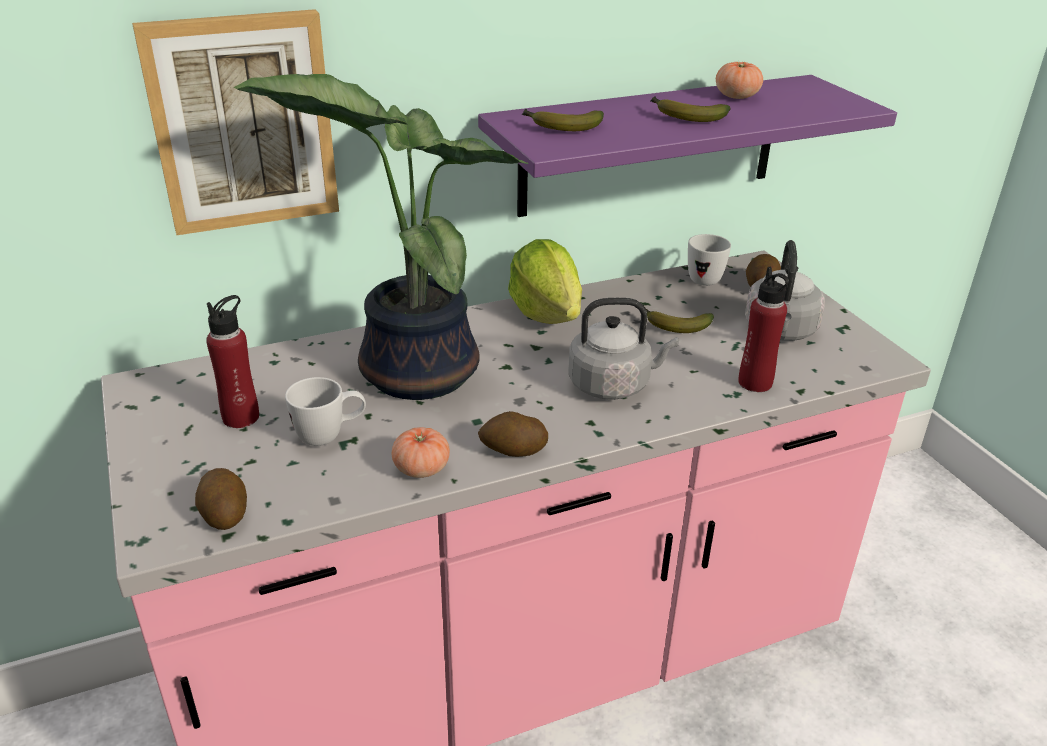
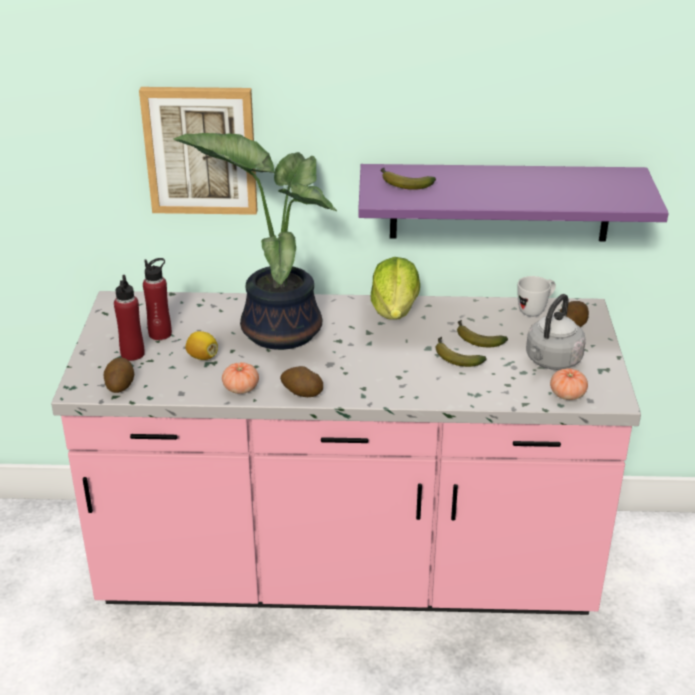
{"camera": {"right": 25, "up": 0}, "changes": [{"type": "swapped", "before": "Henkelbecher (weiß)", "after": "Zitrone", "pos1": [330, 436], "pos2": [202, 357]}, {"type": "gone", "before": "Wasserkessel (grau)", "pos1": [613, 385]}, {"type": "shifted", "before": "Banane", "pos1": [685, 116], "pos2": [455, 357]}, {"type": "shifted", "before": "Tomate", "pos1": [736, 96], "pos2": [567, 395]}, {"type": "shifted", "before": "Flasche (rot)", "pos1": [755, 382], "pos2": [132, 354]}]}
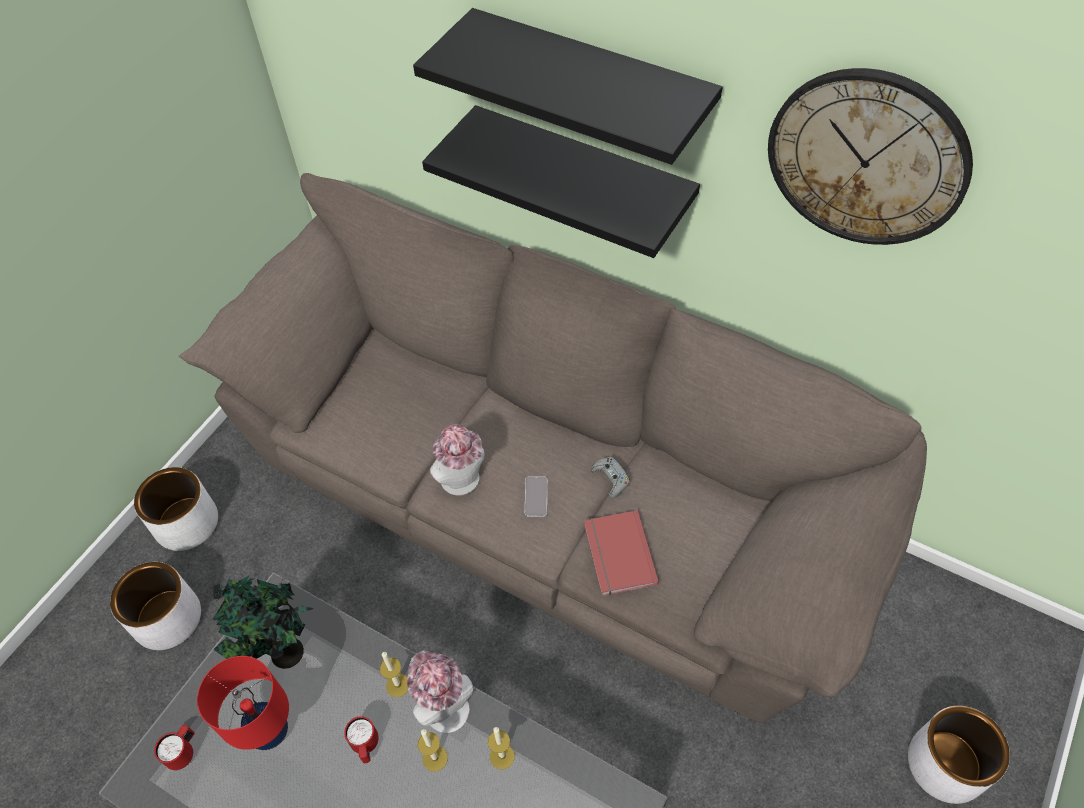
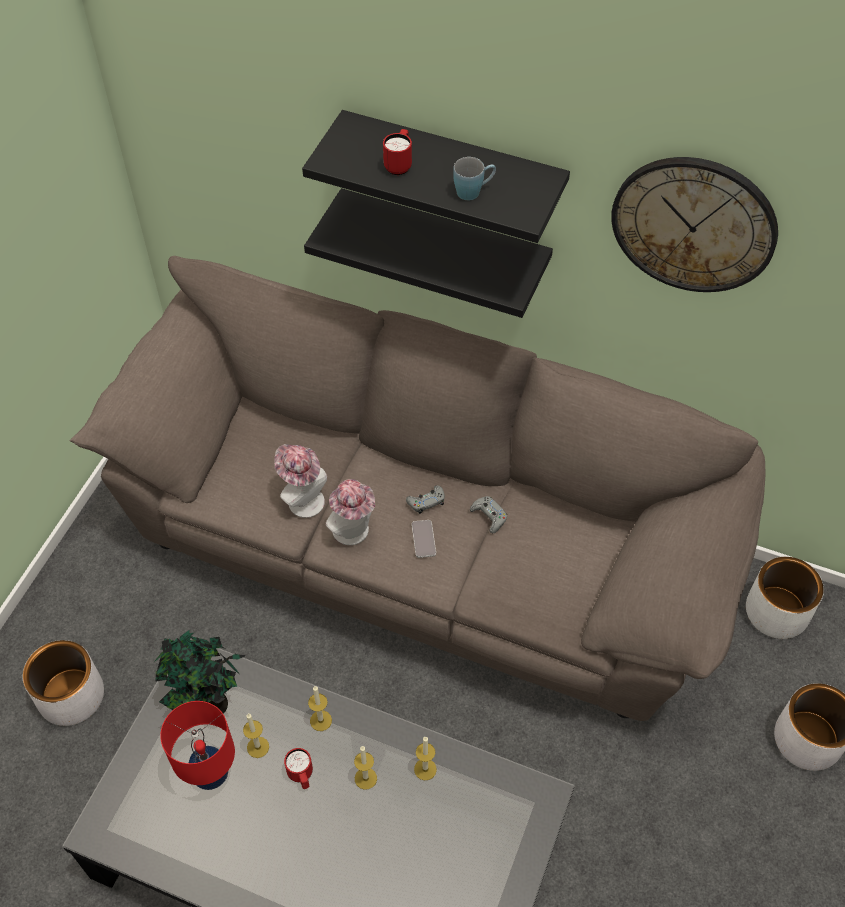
{"camera": {"right": -10, "up": 0}, "changes": [{"type": "shifted", "before": "Pflanzkübel (weiß)", "pos1": [187, 523], "pos2": [776, 611]}, {"type": "shifted", "before": "Henkelbecher (rot)", "pos1": [184, 752], "pos2": [399, 164]}, {"type": "shifted", "before": "Hut", "pos1": [443, 706], "pos2": [302, 499]}, {"type": "gone", "before": "Buch (rot)", "pos1": [617, 555]}, {"type": "new", "after": "Kerze", "pos2": [258, 747]}, {"type": "new", "after": "Gamepad (grau)", "pos2": [426, 502]}, {"type": "new", "after": "Henkelbecher (blau)", "pos2": [473, 191]}]}
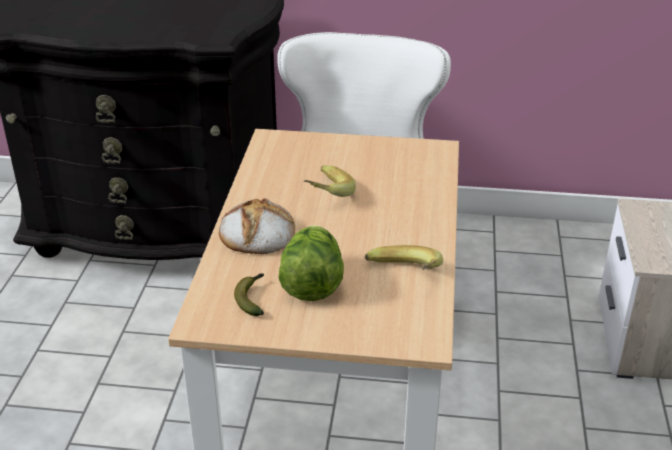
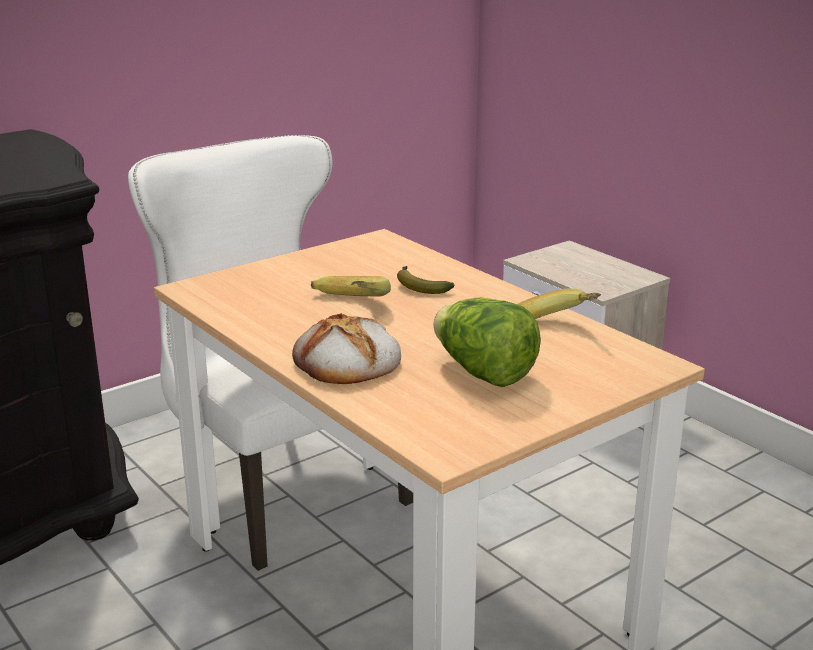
{"camera": {"right": -45, "up": -10}, "changes": [{"type": "shifted", "before": "Banane", "pos1": [252, 298], "pos2": [419, 286]}]}
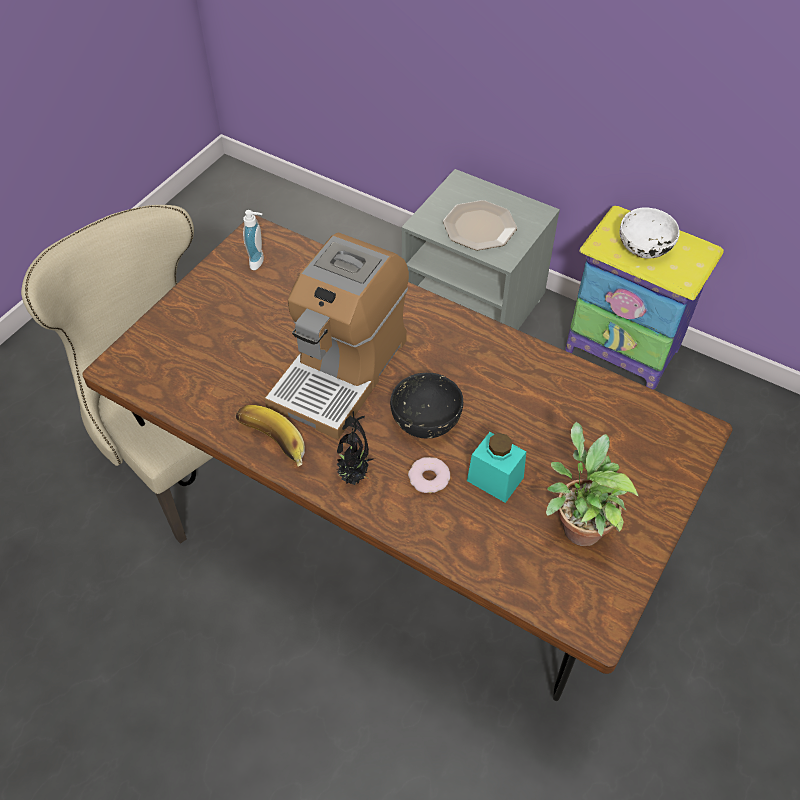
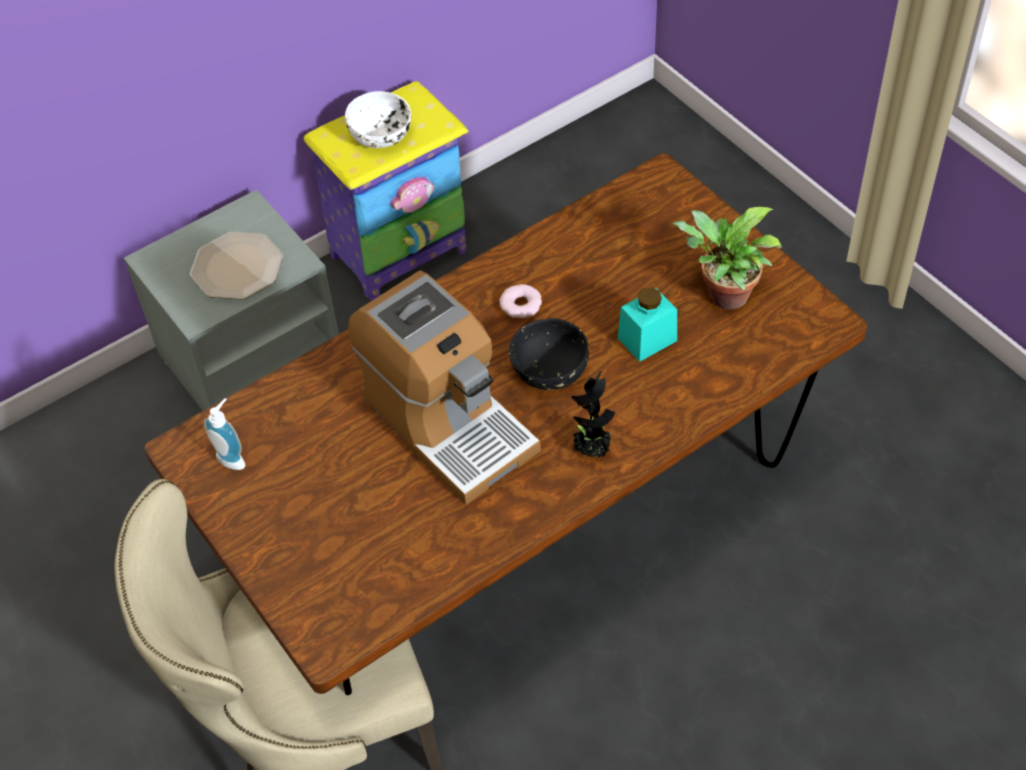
{"camera": {"right": -65, "up": 0}, "changes": [{"type": "gone", "before": "Banane", "pos1": [270, 445]}, {"type": "shifted", "before": "Donut", "pos1": [429, 478], "pos2": [521, 305]}]}
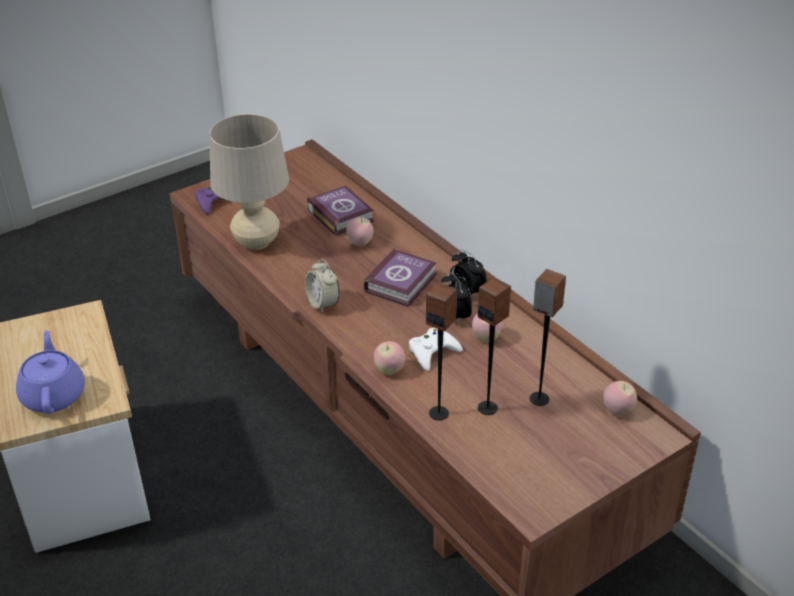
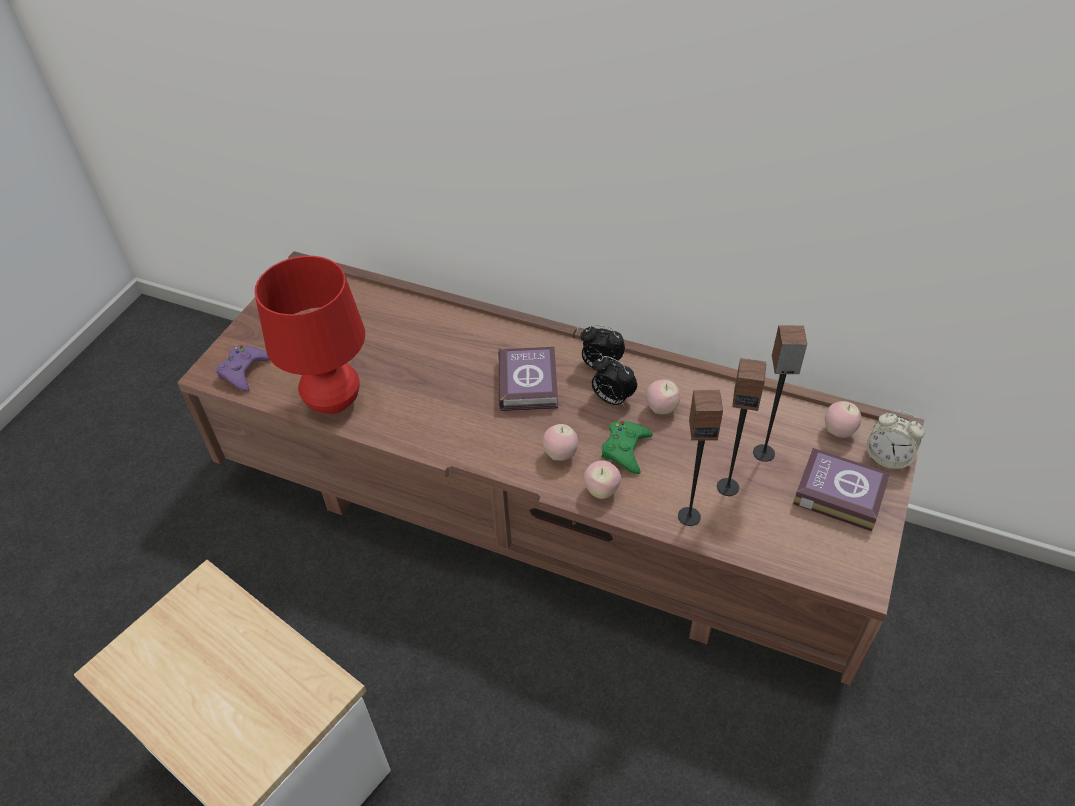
{"camera": {"right": -30, "up": 10}, "changes": [{"type": "gone", "before": "Teekanne (lila)", "pos1": [54, 395]}, {"type": "repainted", "before": "Tischlampe (beige)", "after": "Tischlampe (rot)", "pos1": [256, 242], "pos2": [333, 402]}, {"type": "shifted", "before": "Wecker", "pos1": [323, 304], "pos2": [887, 457]}, {"type": "shifted", "before": "Buch", "pos1": [341, 214], "pos2": [837, 492]}, {"type": "shifted", "before": "Apfel", "pos1": [360, 243], "pos2": [560, 454]}, {"type": "repainted", "before": "Gamepad (weiß)", "after": "Gamepad (grün)", "pos1": [433, 352], "pos2": [625, 449]}]}
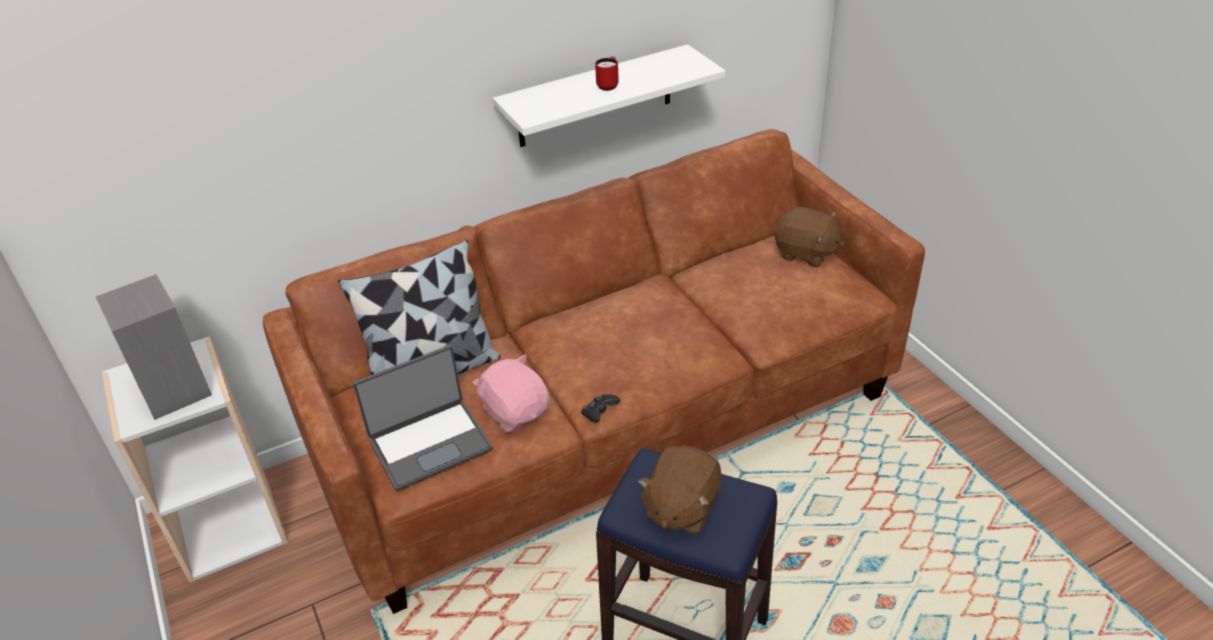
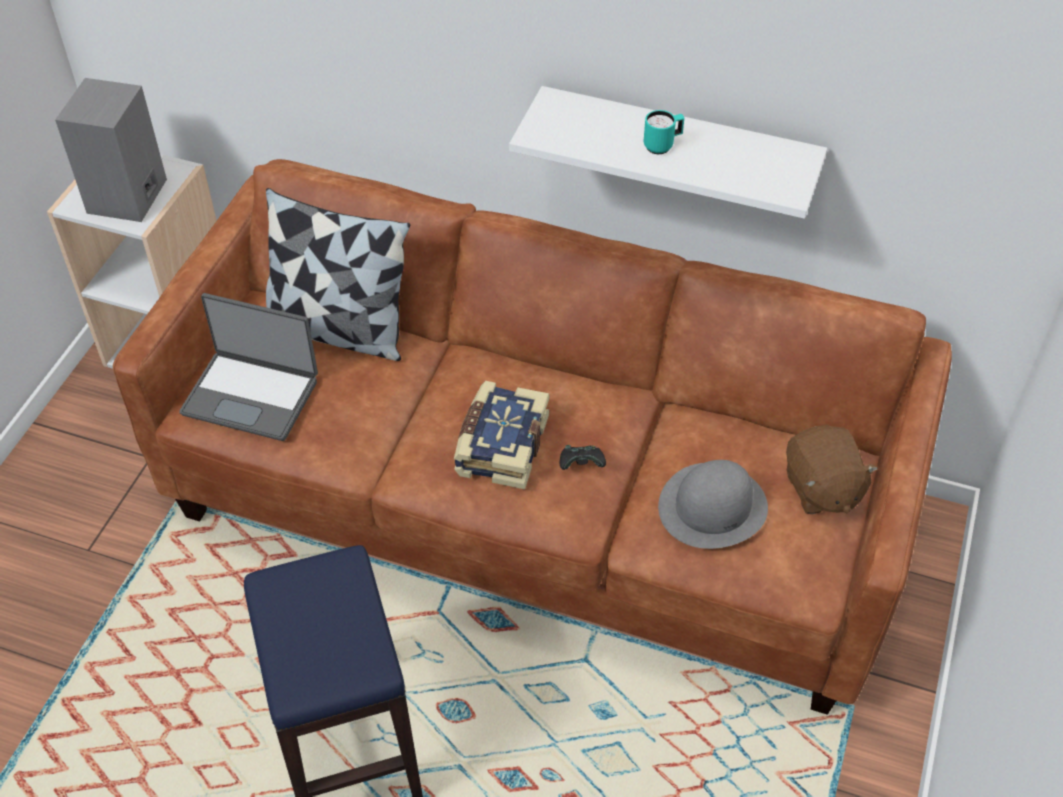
{"camera": {"right": 45, "up": 10}, "changes": [{"type": "gone", "before": "Plüschtier (rosa)", "pos1": [516, 411]}, {"type": "shifted", "before": "Gamepad (schwarz)", "pos1": [599, 414], "pos2": [581, 464]}, {"type": "repainted", "before": "Henkelbecher (rot)", "after": "Henkelbecher (türkis)", "pos1": [608, 85], "pos2": [662, 145]}, {"type": "gone", "before": "Plüschtier (braun)", "pos1": [681, 508]}, {"type": "new", "after": "Buch", "pos2": [500, 445]}, {"type": "new", "after": "Hut (grau)", "pos2": [713, 506]}]}
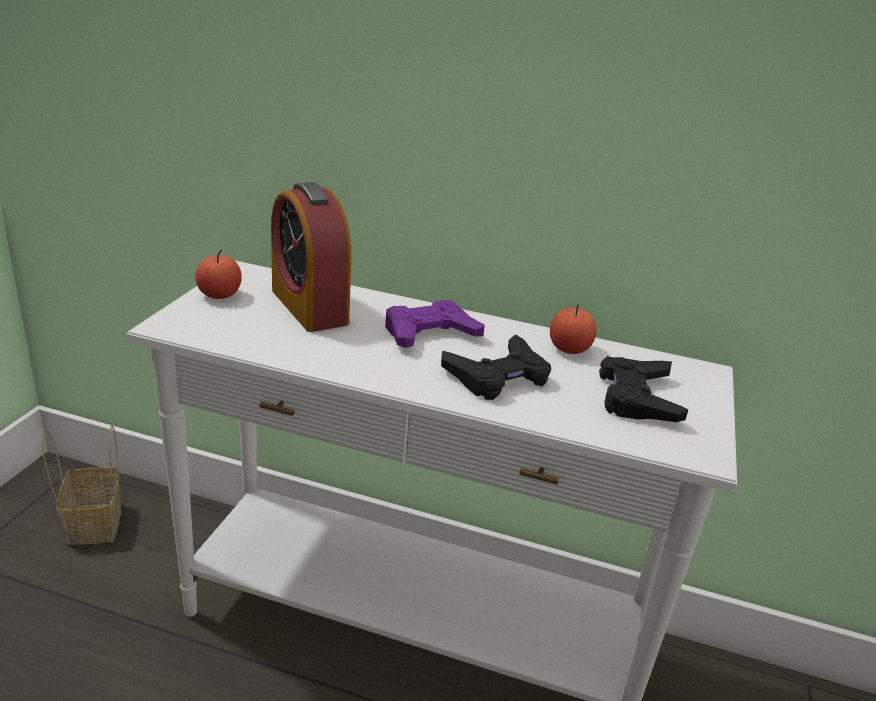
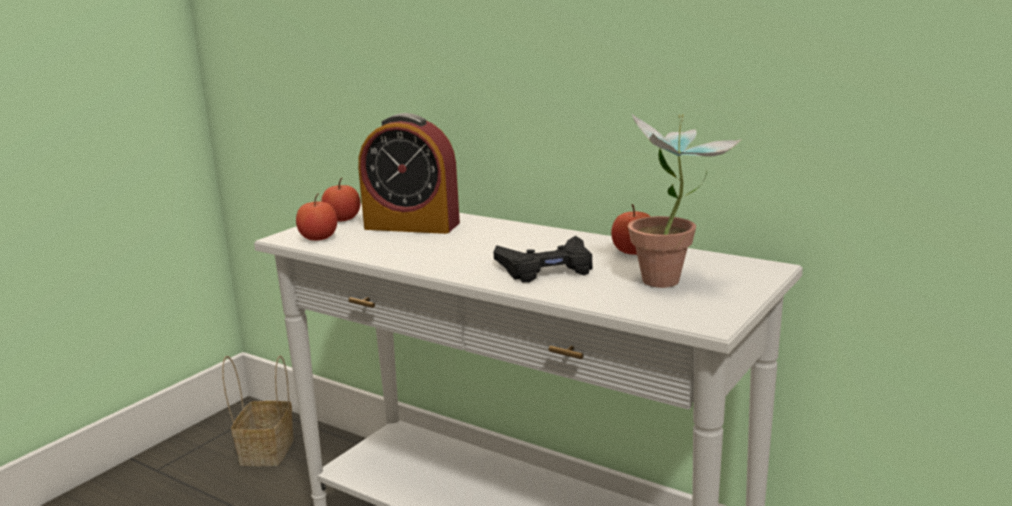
{"camera": {"right": 20, "up": -10}, "changes": [{"type": "rotated", "before": "Wecker", "pos1": [309, 307], "pos2": [412, 225], "turn": -60}, {"type": "gone", "before": "Gamepad (lila)", "pos1": [429, 333]}, {"type": "swapped", "before": "Gamepad (schwarz)", "after": "Topfpflanze", "pos1": [637, 397], "pos2": [674, 283]}, {"type": "new", "after": "Apfel", "pos2": [318, 238]}]}
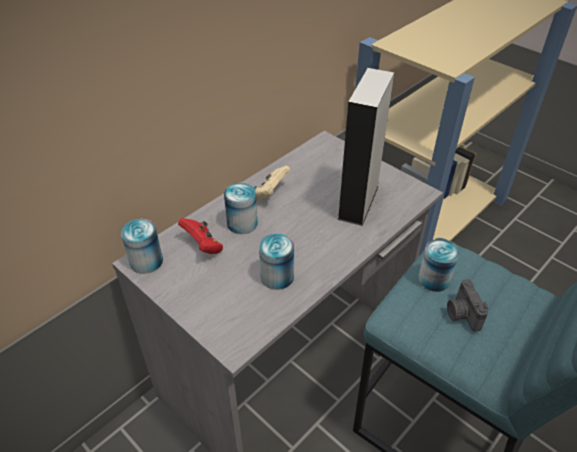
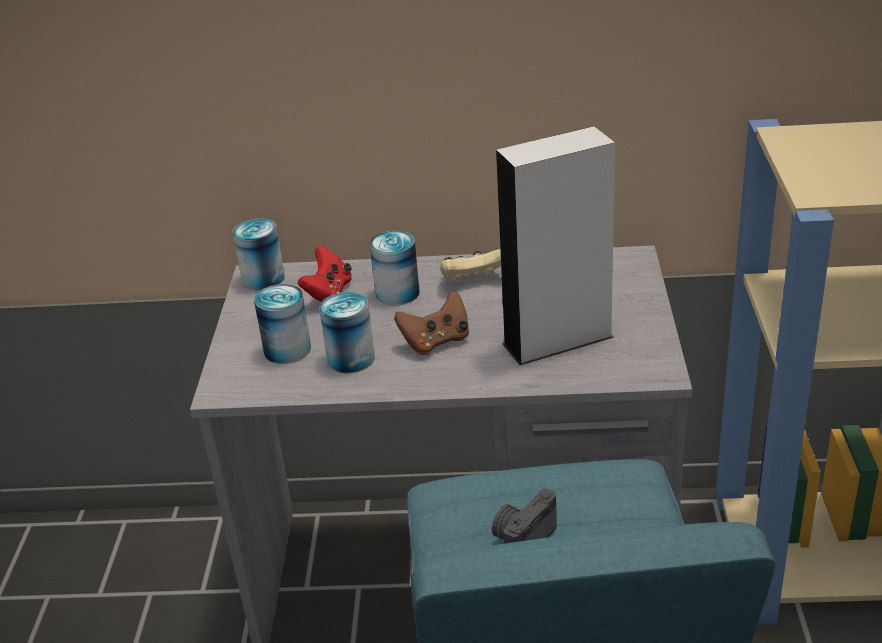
{"camera": {"right": 50, "up": -10}, "changes": [{"type": "shifted", "before": "Dose", "pos1": [434, 279], "pos2": [287, 349]}, {"type": "new", "after": "Gamepad (braun)", "pos2": [436, 341]}]}
